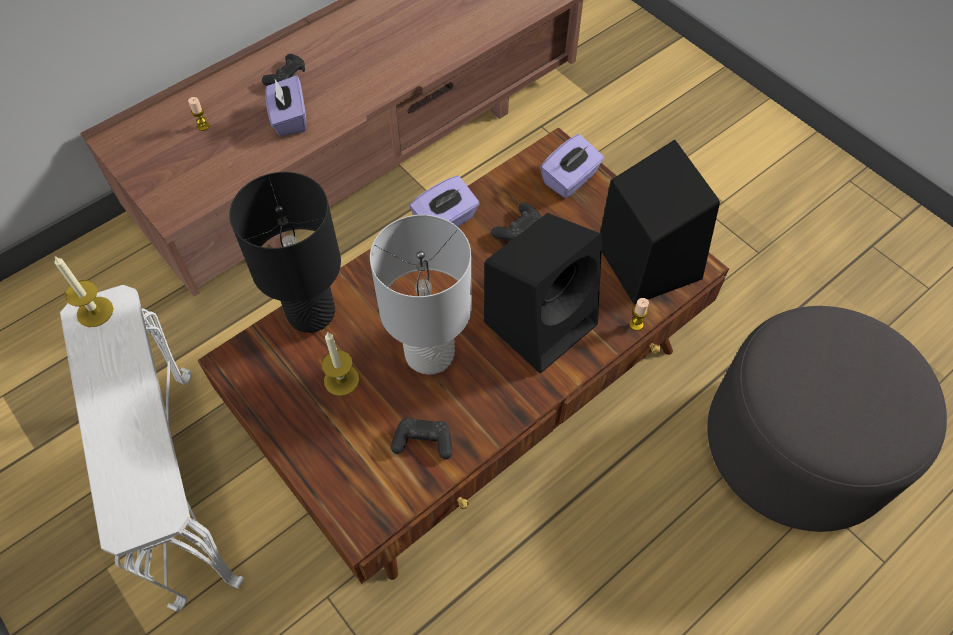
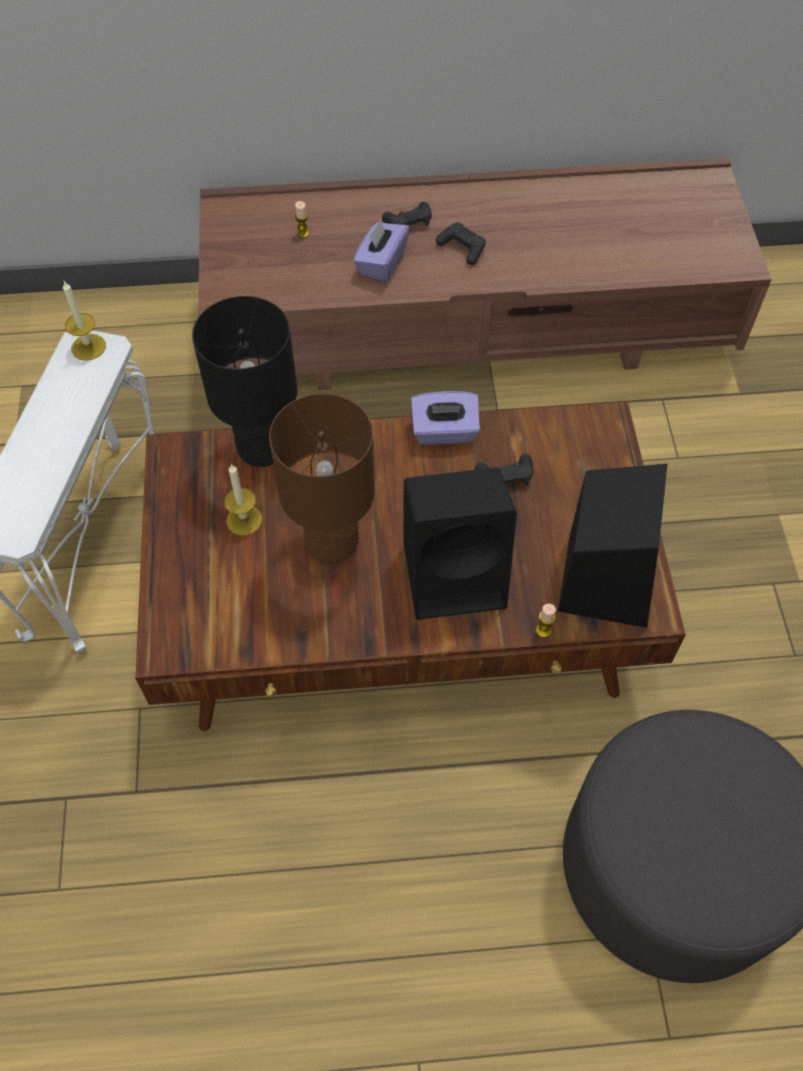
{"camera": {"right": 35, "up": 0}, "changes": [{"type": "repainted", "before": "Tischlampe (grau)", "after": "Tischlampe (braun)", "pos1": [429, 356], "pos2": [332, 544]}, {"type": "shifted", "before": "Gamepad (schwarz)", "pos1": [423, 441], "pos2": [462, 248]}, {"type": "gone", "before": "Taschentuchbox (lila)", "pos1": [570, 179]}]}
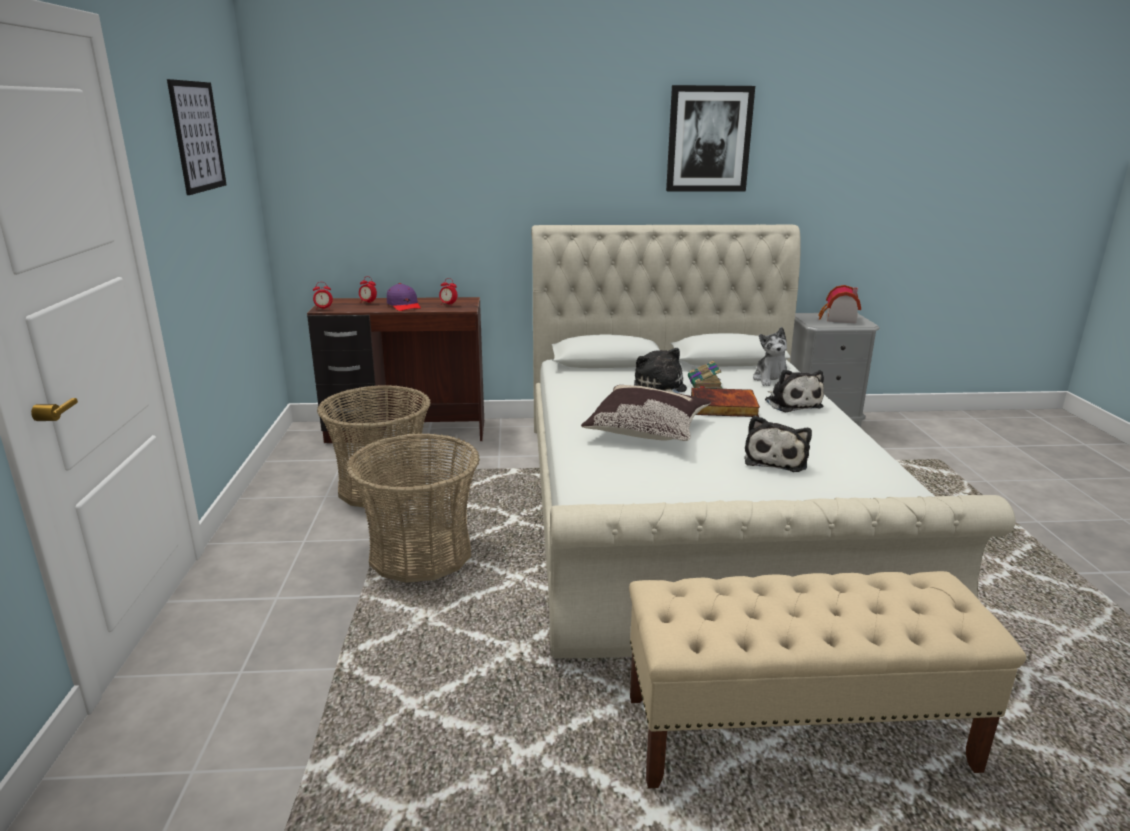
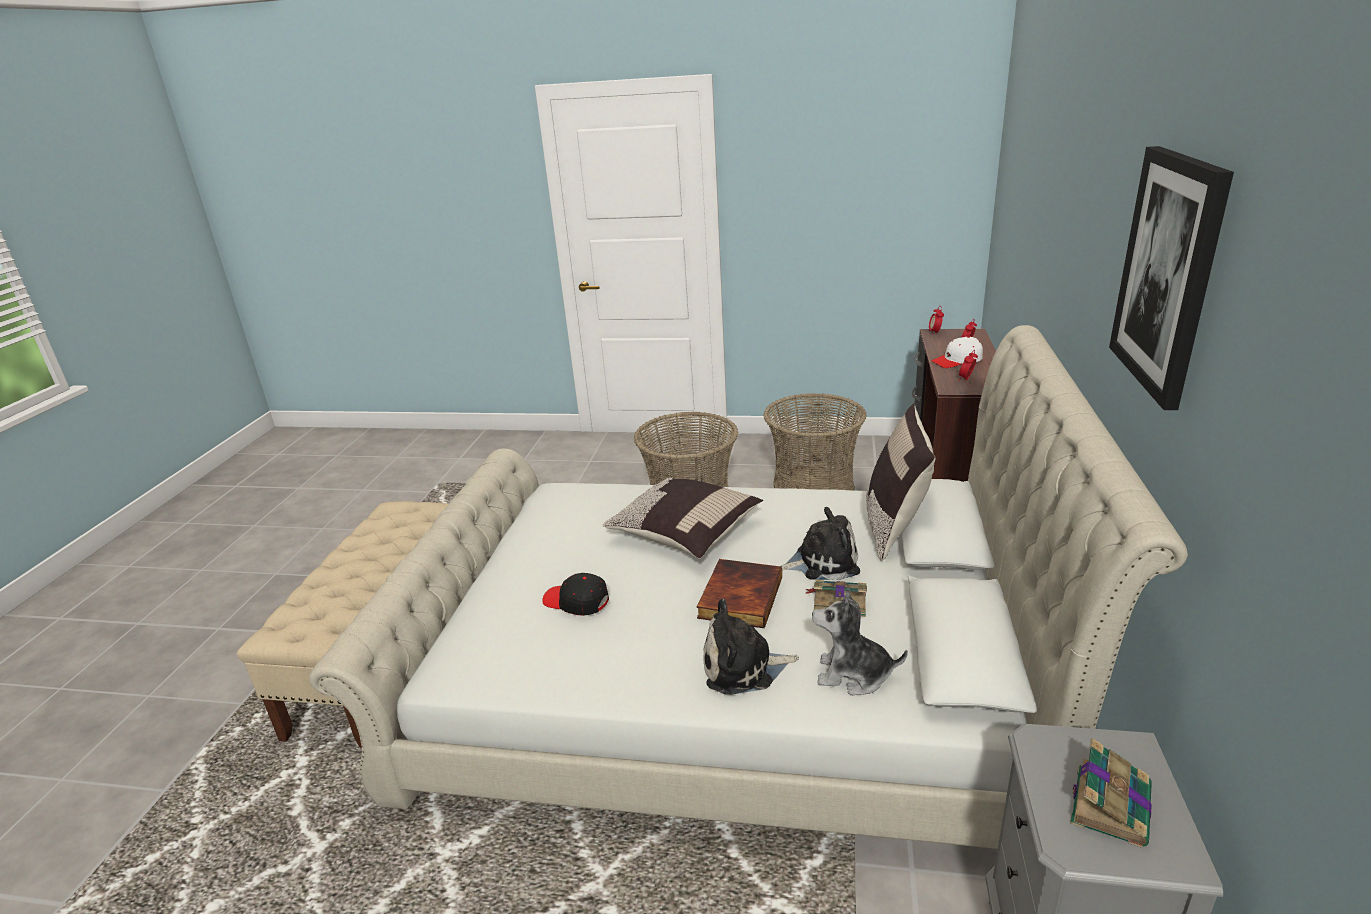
{"camera": {"right": 105, "up": 5}, "changes": [{"type": "gone", "before": "Bild", "pos1": [197, 136]}, {"type": "repainted", "before": "Kappe (lila)", "after": "Kappe (weiß)", "pos1": [404, 305], "pos2": [957, 361]}, {"type": "swapped", "before": "Plüschtier", "after": "Kappe (schwarz)", "pos1": [776, 459], "pos2": [576, 601]}, {"type": "swapped", "before": "Spielzeughaus", "after": "Buch", "pos1": [838, 319], "pos2": [1110, 803]}, {"type": "new", "after": "Kissen", "pos2": [895, 528]}]}
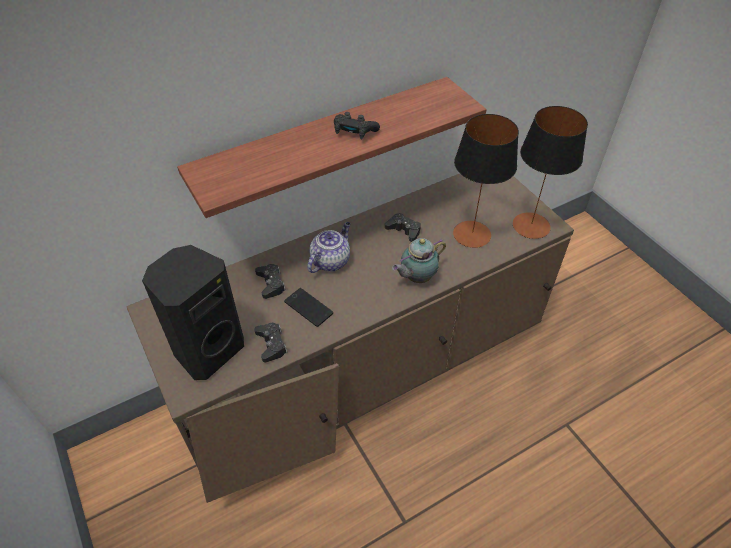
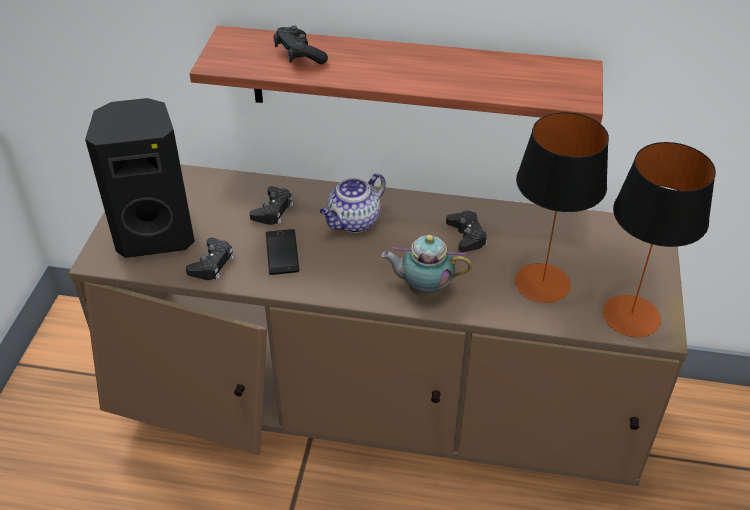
{"camera": {"right": 40, "up": -5}, "changes": [{"type": "rotated", "before": "Teekanne", "pos1": [330, 261], "pos2": [353, 222], "turn": 150}, {"type": "shifted", "before": "Gamepad (schwarz)", "pos1": [354, 132], "pos2": [299, 55]}]}
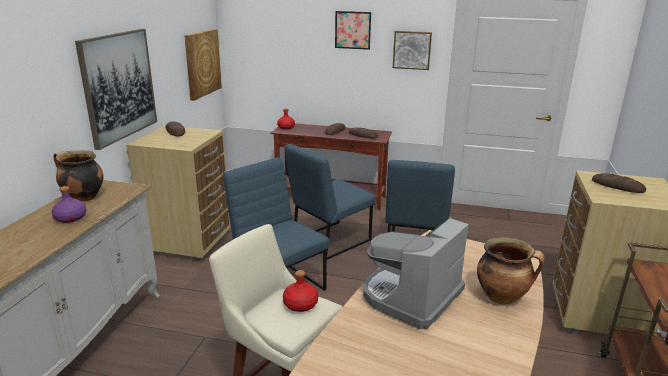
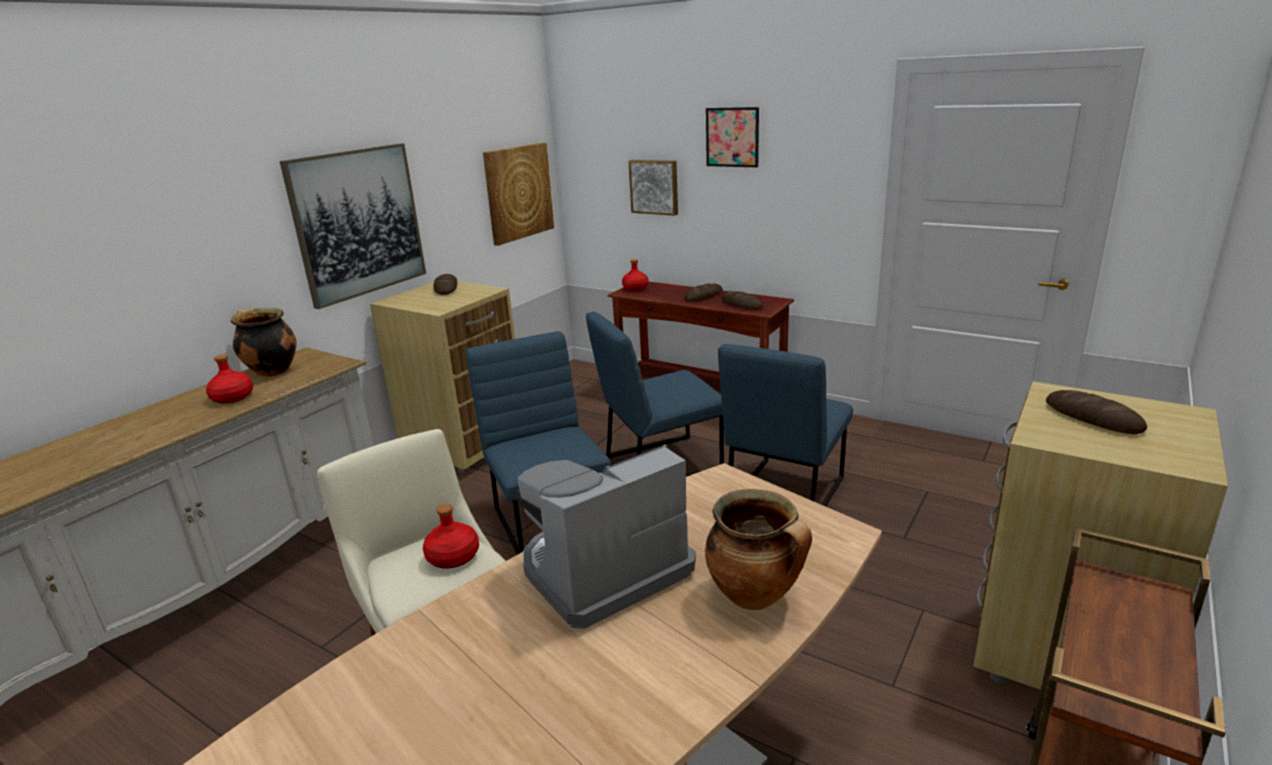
{"camera": {"right": 20, "up": 0}, "changes": [{"type": "repainted", "before": "Flasche (lila)", "after": "Flasche (rot)", "pos1": [70, 218], "pos2": [232, 398]}, {"type": "shifted", "before": "Bild", "pos1": [412, 50], "pos2": [654, 187]}]}
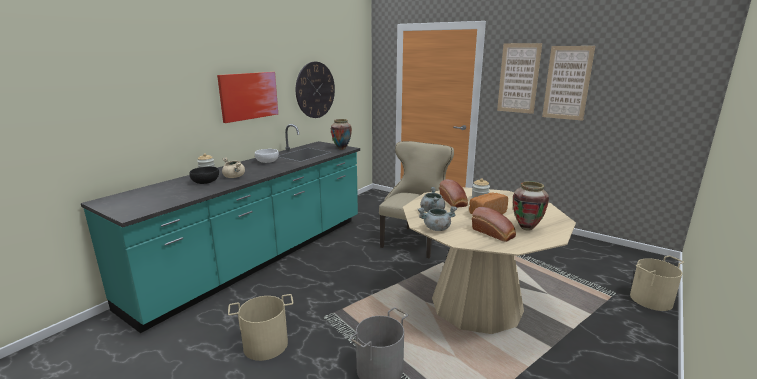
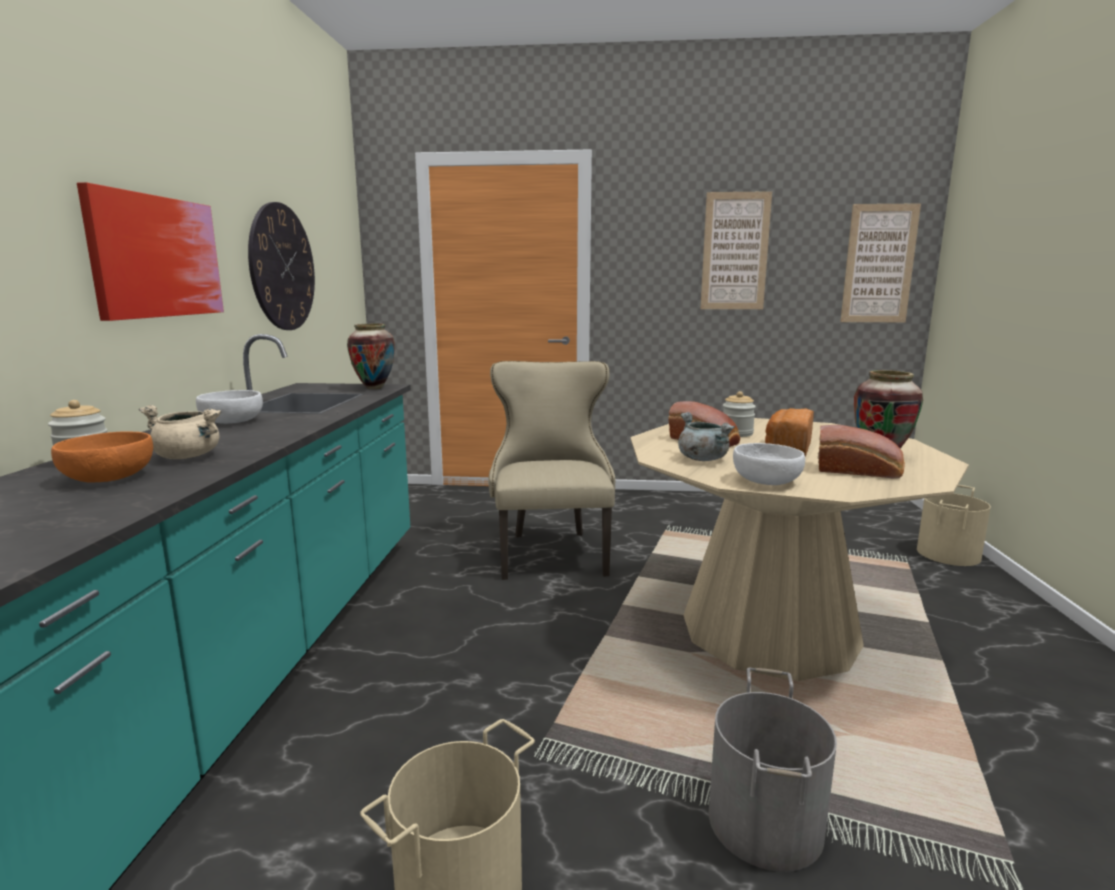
{"camera": {"right": -30, "up": -5}, "changes": [{"type": "repainted", "before": "Schüssel (schwarz)", "after": "Schüssel (orange)", "pos1": [206, 182], "pos2": [110, 477]}, {"type": "swapped", "before": "Kochtopf (grau)", "after": "Schüssel (weiß)", "pos1": [436, 228], "pos2": [766, 481]}, {"type": "shifted", "before": "Bild", "pos1": [518, 78], "pos2": [879, 264]}]}
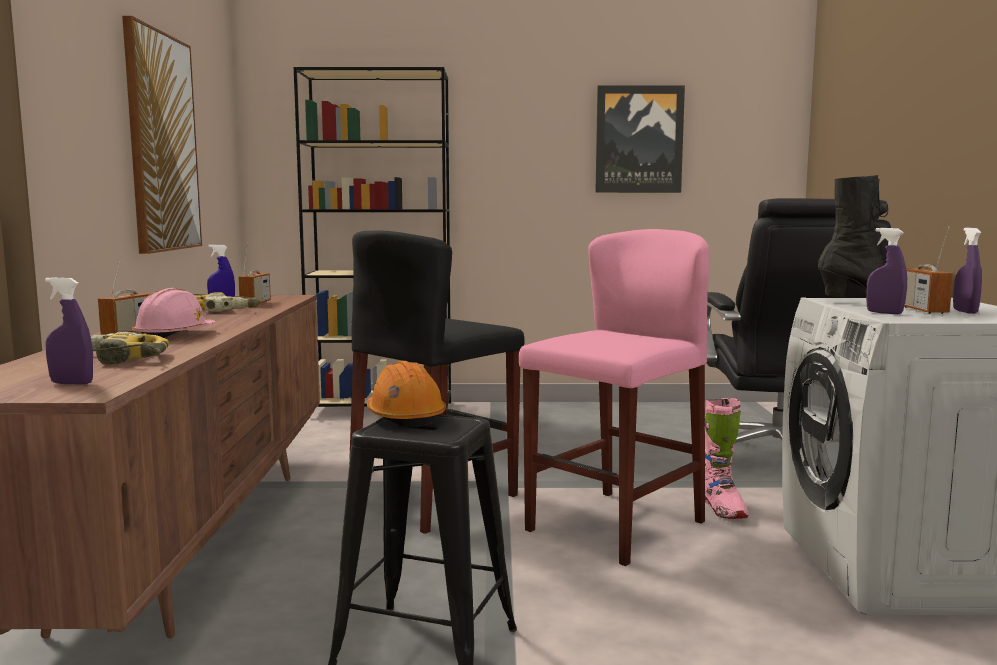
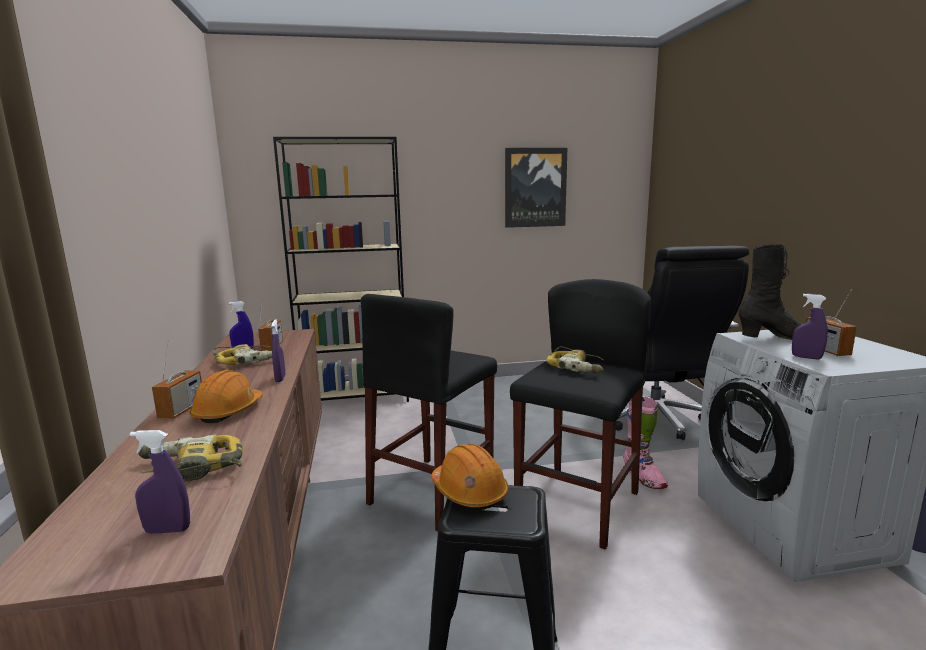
{"camera": {"right": -10, "up": 5}, "changes": [{"type": "gone", "before": "Bild", "pos1": [162, 143]}, {"type": "repainted", "before": "Schutzhelm (rosa)", "after": "Schutzhelm (orange)", "pos1": [174, 335], "pos2": [228, 411]}, {"type": "repainted", "before": "Hocker (rosa)", "after": "Hocker (schwarz)", "pos1": [615, 526], "pos2": [578, 505]}, {"type": "shifted", "before": "Sprühflasche (lila)", "pos1": [965, 312], "pos2": [280, 378]}, {"type": "new", "after": "Bohrmaschine", "pos2": [576, 367]}]}
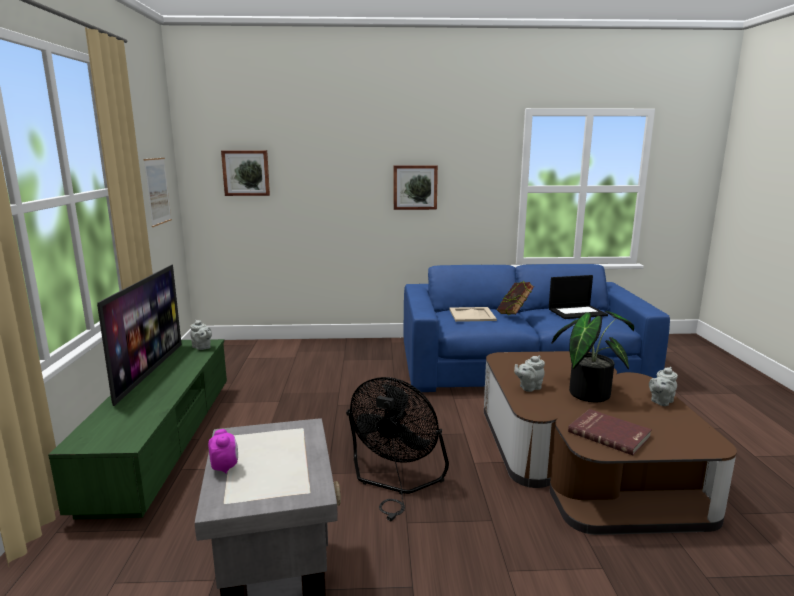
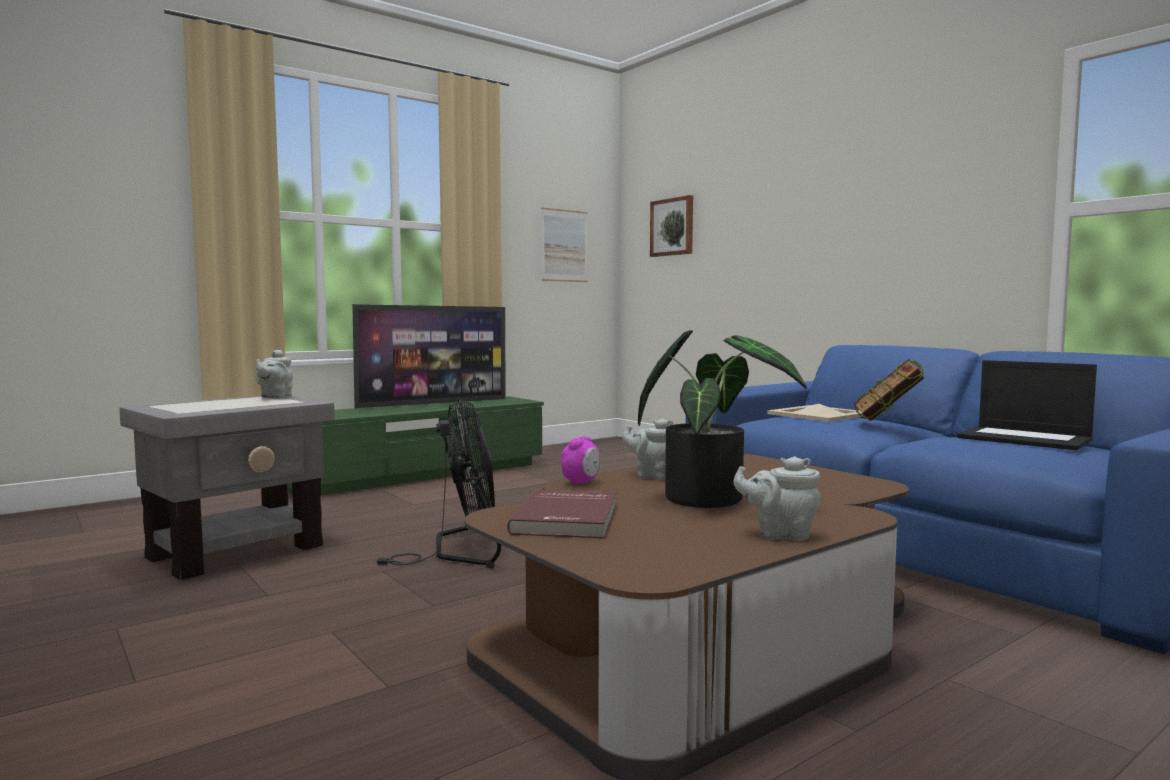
{"camera": {"right": 55, "up": -10}, "changes": [{"type": "shifted", "before": "Teekanne (grau)", "pos1": [202, 347], "pos2": [275, 397]}, {"type": "shifted", "before": "Wecker", "pos1": [225, 467], "pos2": [581, 482]}, {"type": "gone", "before": "Bild", "pos1": [415, 187]}]}
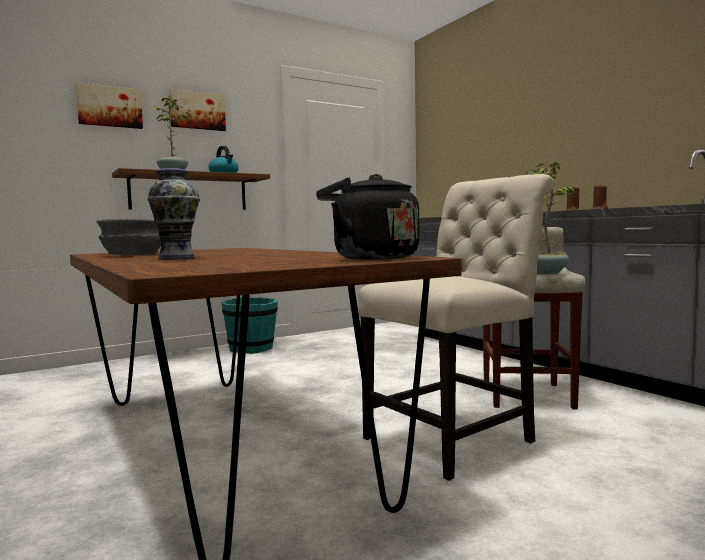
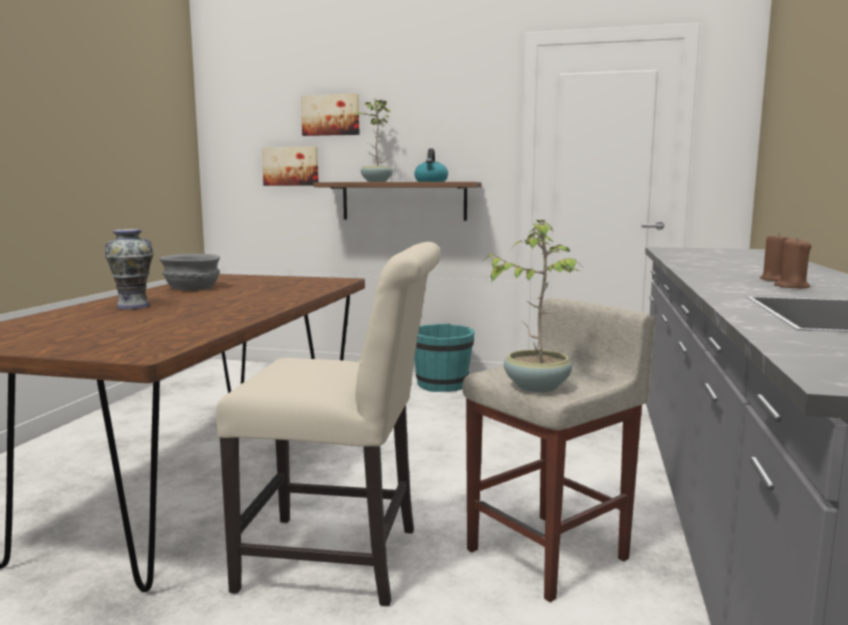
{"camera": {"right": 45, "up": 5}, "changes": [{"type": "shifted", "before": "Bild", "pos1": [197, 111], "pos2": [291, 166]}, {"type": "gone", "before": "Wasserkessel (schwarz)", "pos1": [370, 258]}]}
